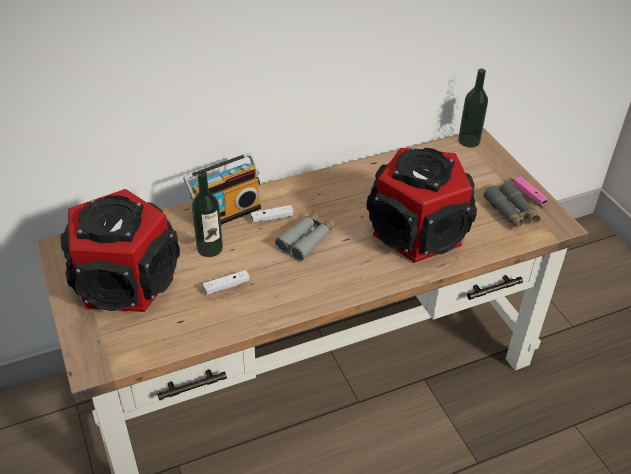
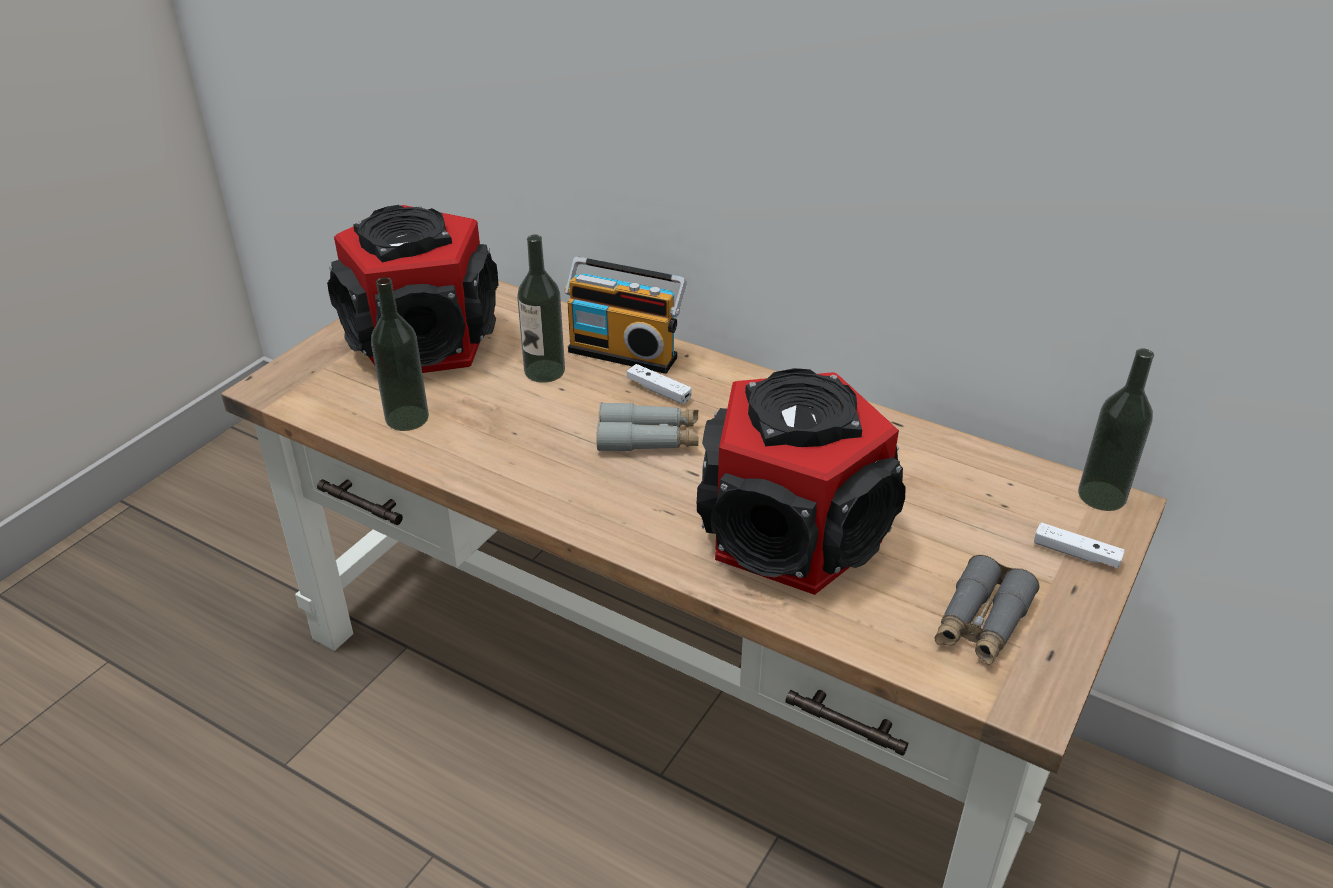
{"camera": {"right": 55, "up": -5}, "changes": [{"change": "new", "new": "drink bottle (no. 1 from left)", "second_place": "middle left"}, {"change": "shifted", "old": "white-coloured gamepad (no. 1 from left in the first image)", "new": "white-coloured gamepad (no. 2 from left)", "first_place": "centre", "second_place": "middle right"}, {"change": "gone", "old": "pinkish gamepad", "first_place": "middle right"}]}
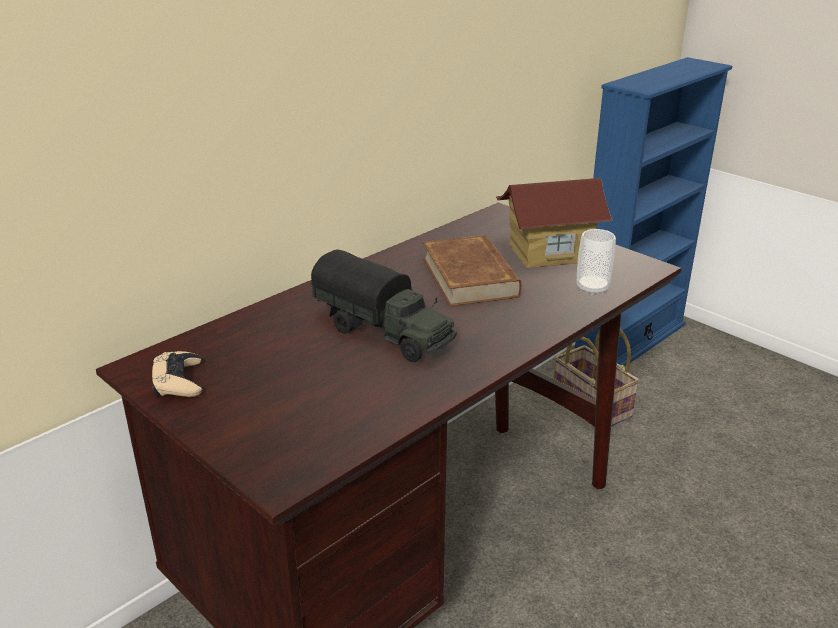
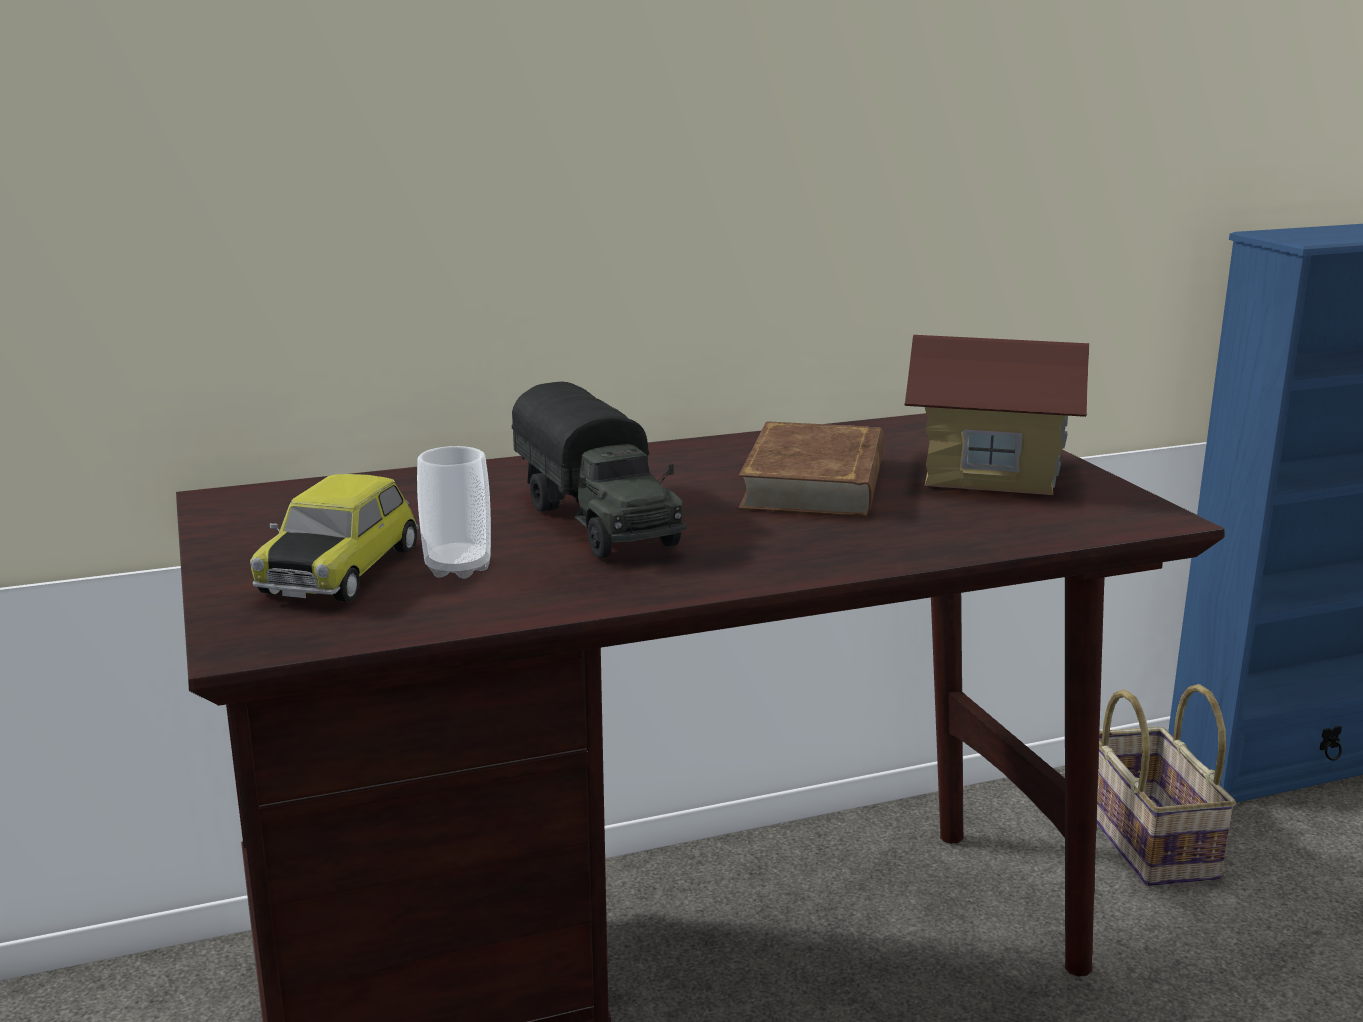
{"camera": {"right": 25, "up": -10}, "changes": [{"change": "new", "new": "miniature car", "second_place": "middle left"}, {"change": "shifted", "old": "drinking cup", "first_place": "middle right", "second_place": "middle left"}, {"change": "gone", "old": "sand-coloured gamepad", "first_place": "middle left"}]}
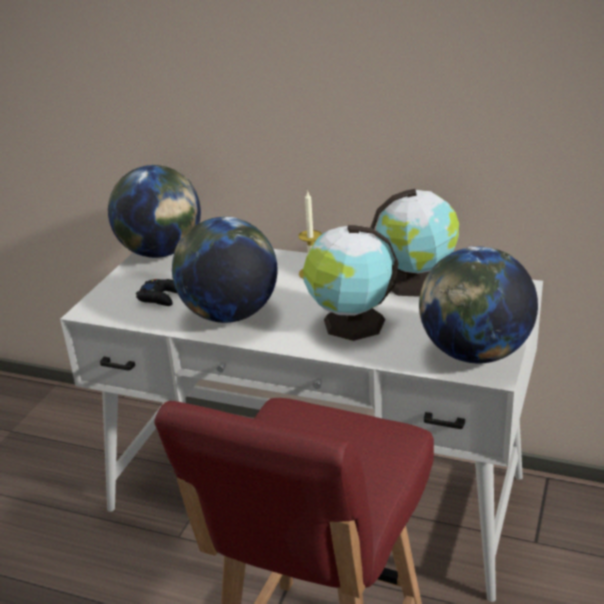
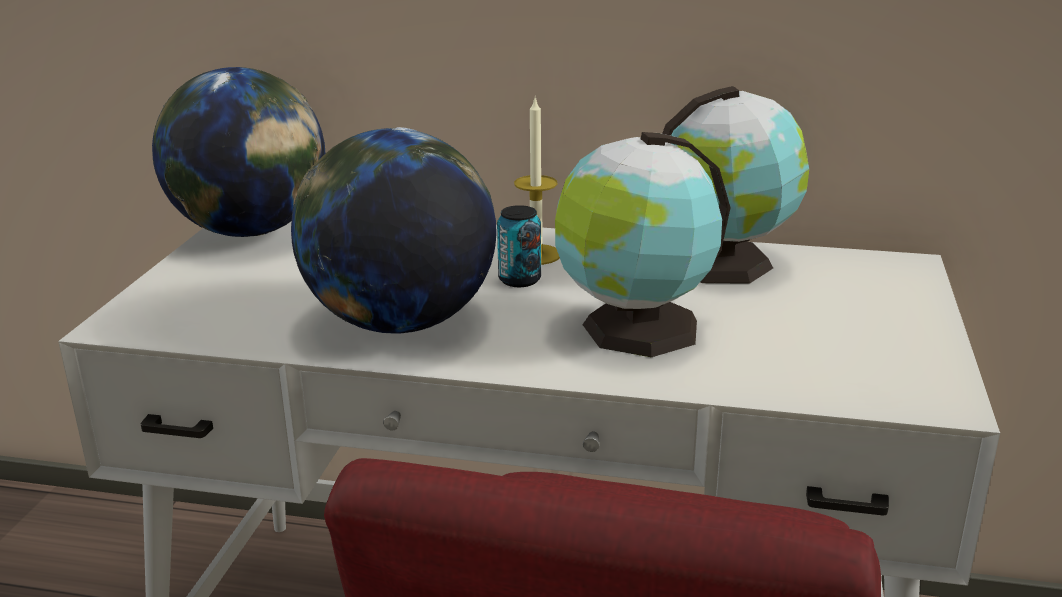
{"camera": {"right": -10, "up": -5}, "changes": [{"change": "new", "new": "can", "second_place": "centre"}, {"change": "gone", "old": "black-coloured gamepad", "first_place": "middle left"}, {"change": "gone", "old": "world globe (no. 5 from left)", "first_place": "middle right"}]}
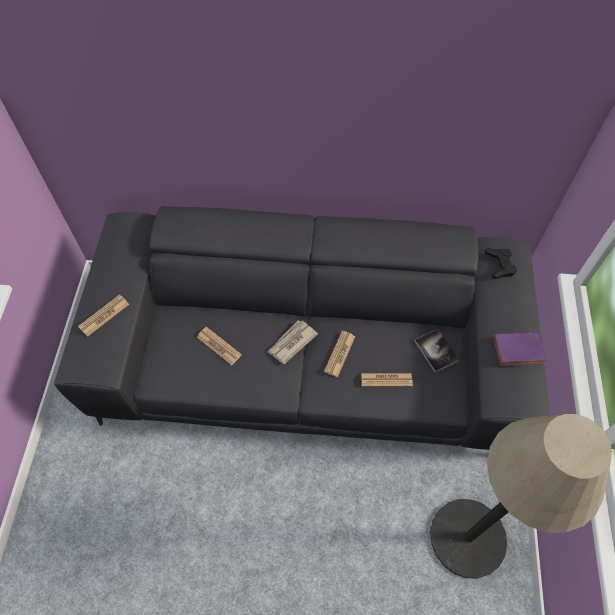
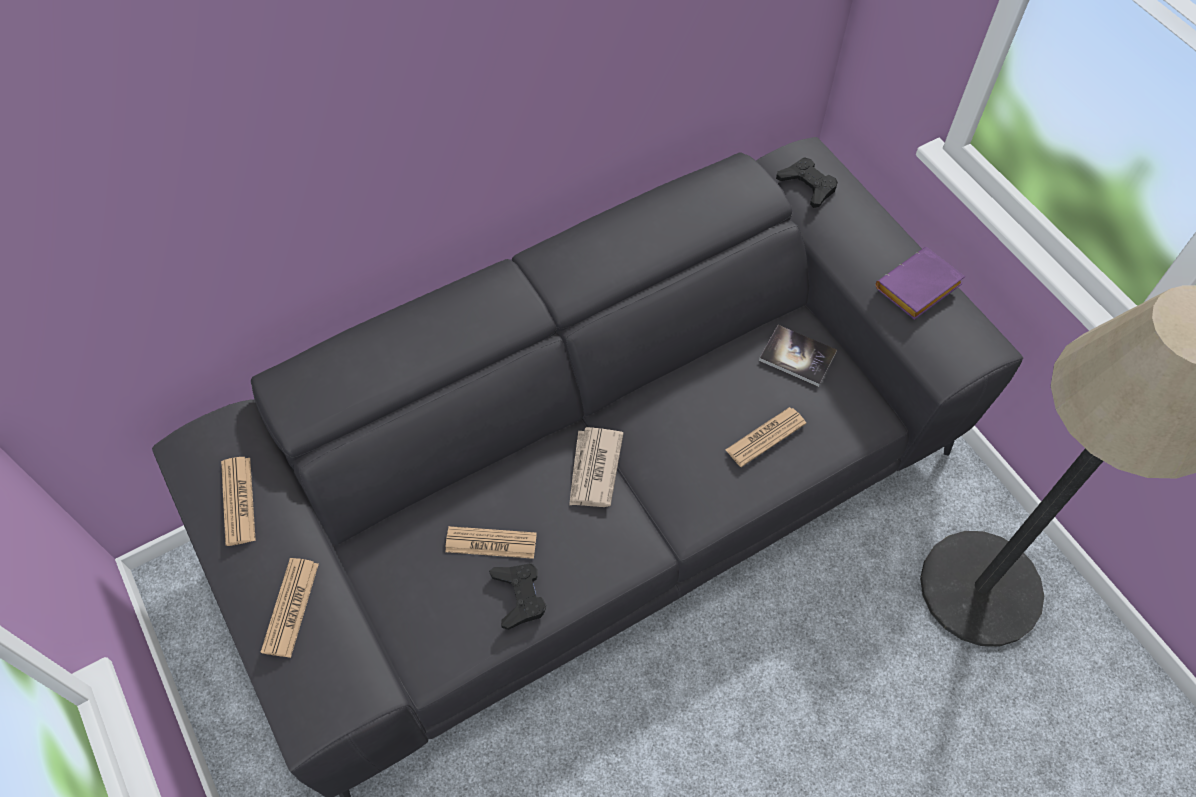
{"camera": {"right": -35, "up": 0}, "changes": [{"change": "shifted", "old": "printed paper (no. 4 from left in the first image)", "new": "printed paper (no. 1 from left)", "first_place": "centre", "second_place": "middle left"}, {"change": "new", "new": "black-coloured gamepad (no. 1 from left)", "second_place": "bottom centre"}]}
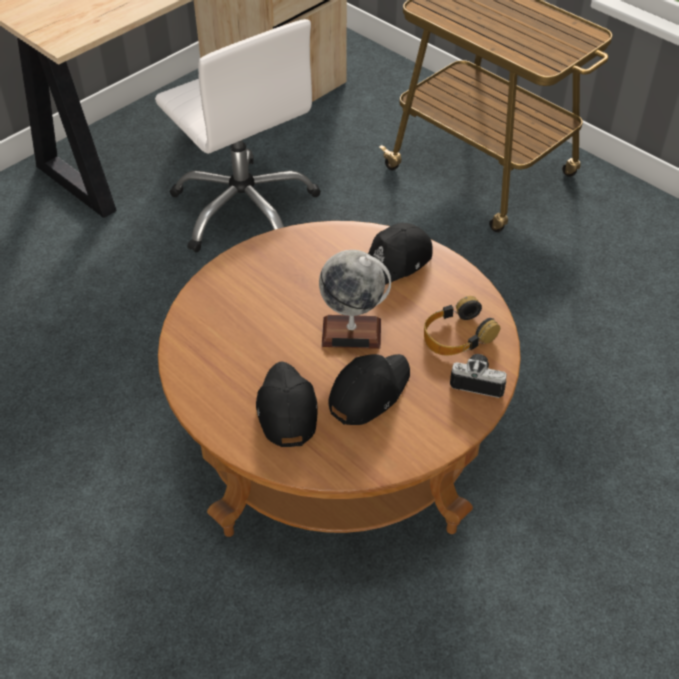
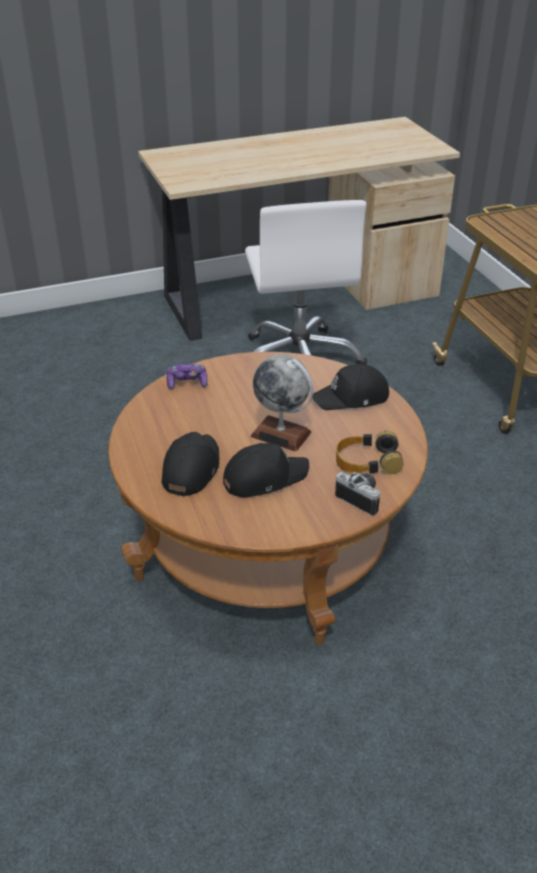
{"camera": {"right": 25, "up": -10}, "changes": [{"change": "new", "new": "gamepad", "second_place": "centre"}]}
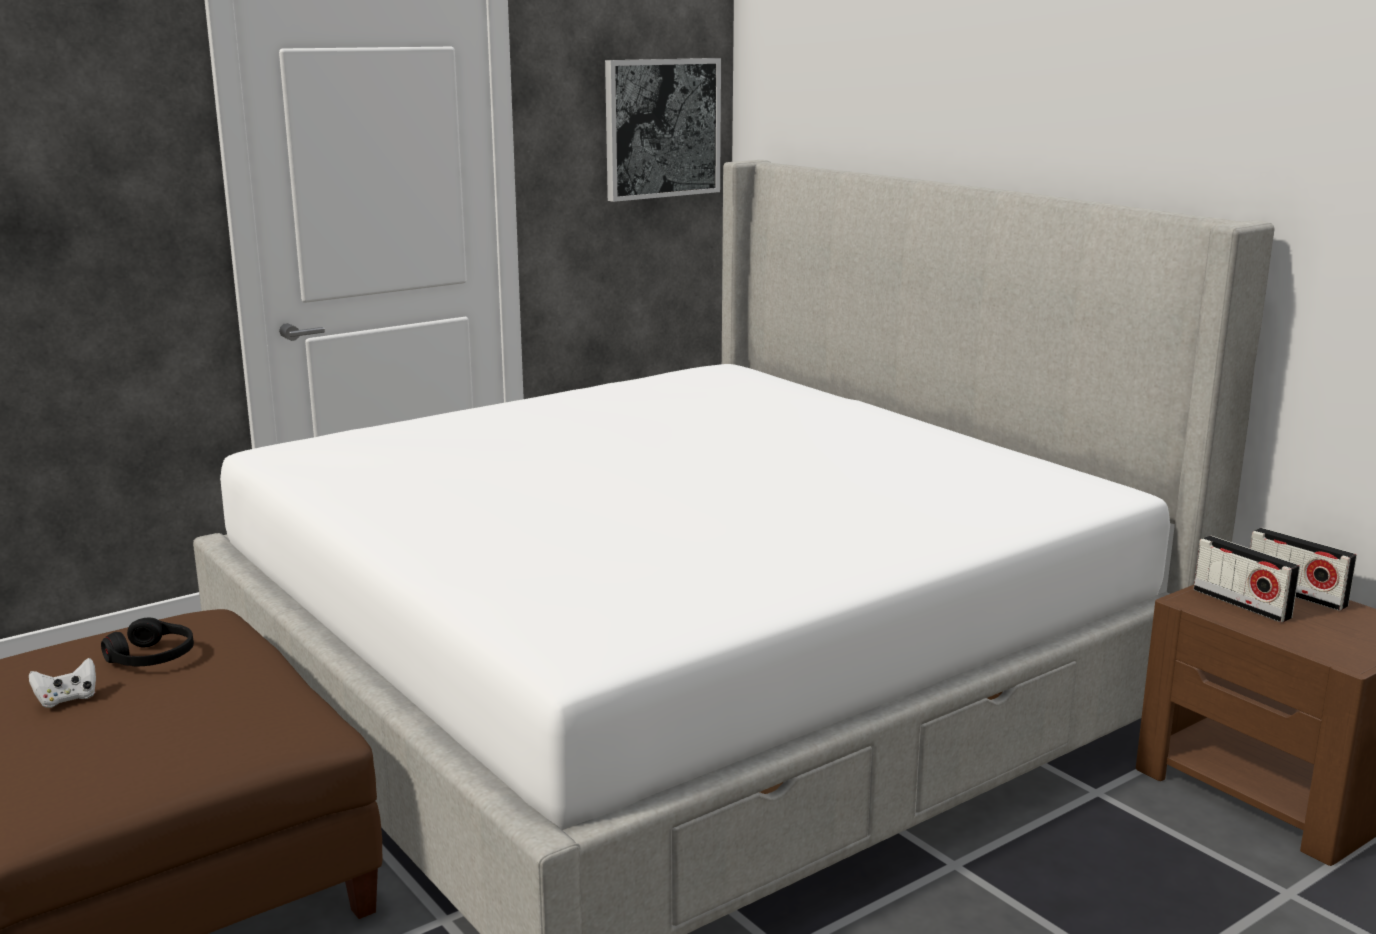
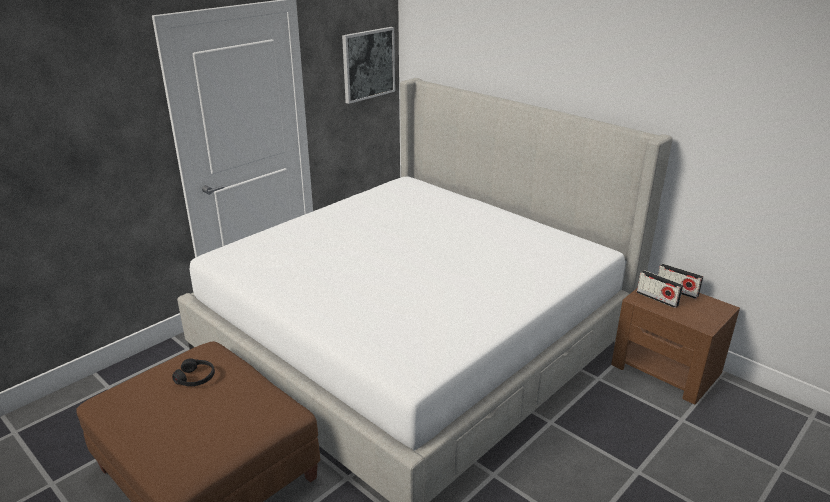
{"camera": {"right": -10, "up": 10}, "changes": [{"change": "gone", "old": "white-coloured gamepad", "first_place": "bottom left"}]}
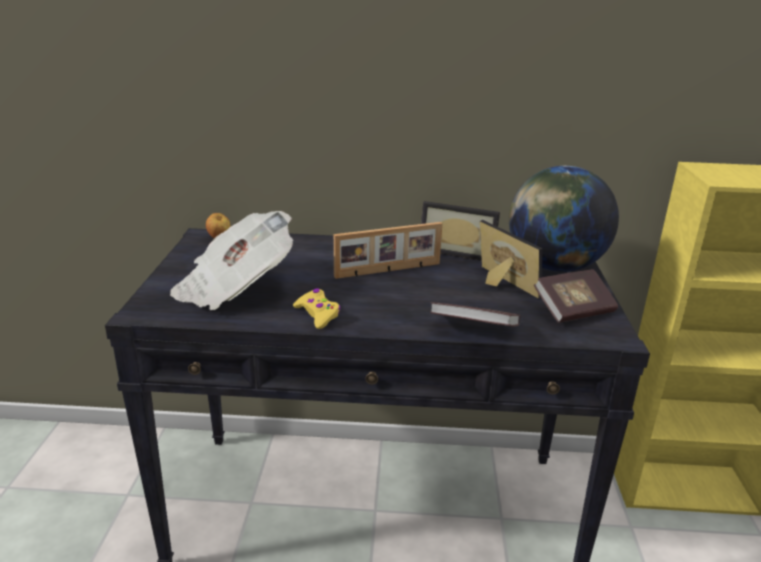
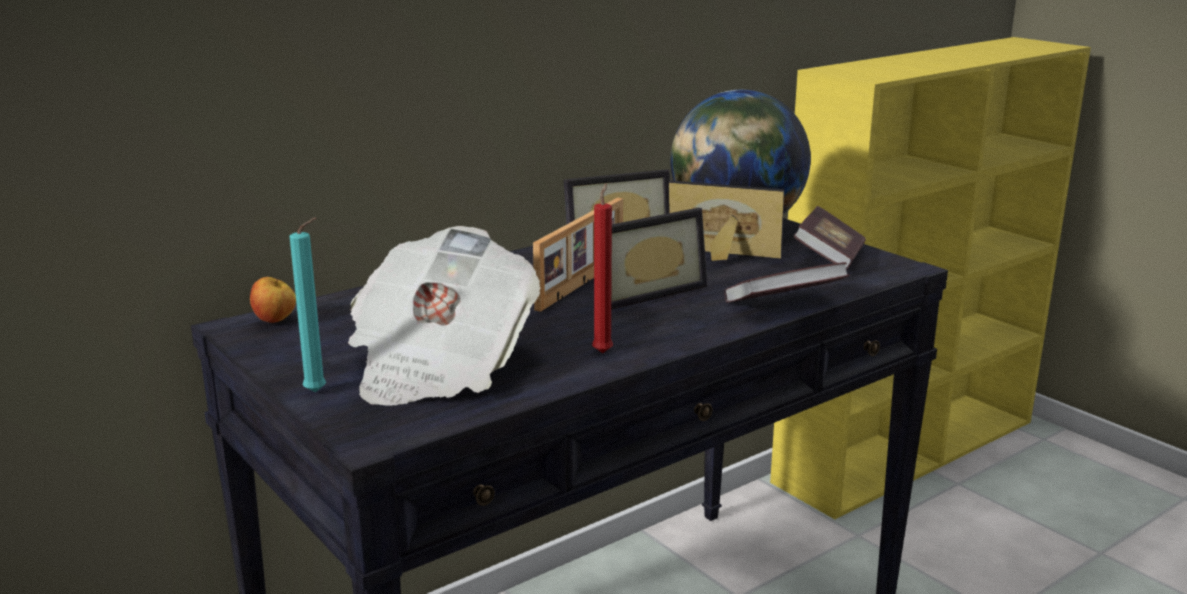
{"camera": {"right": -40, "up": -5}, "changes": [{"change": "new", "new": "blue-green wax candle", "second_place": "middle left"}, {"change": "swapped", "old": "yellow gamepad", "new": "reddish wax candle", "first_place": "centre", "second_place": "centre"}, {"change": "new", "new": "photo frame (no. 3 from left)", "second_place": "centre"}]}
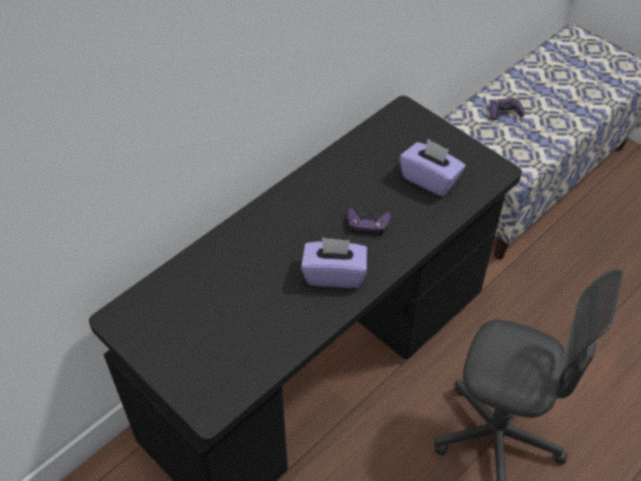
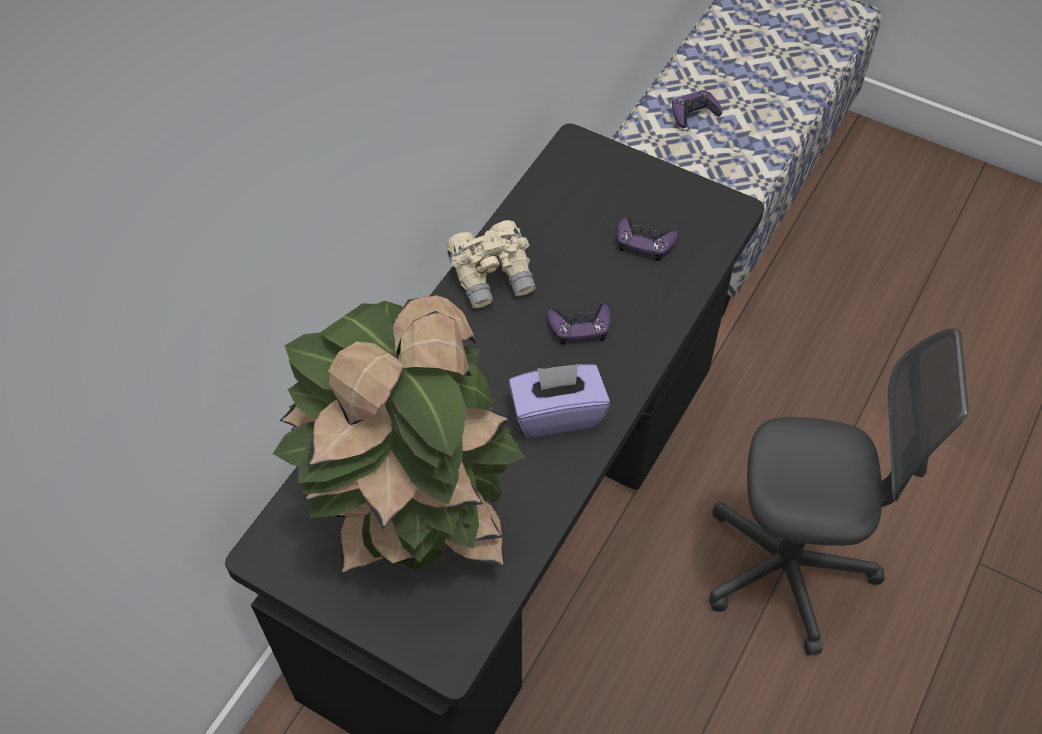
{"camera": {"right": -15, "up": 5}, "changes": [{"change": "new", "new": "plant in a pot", "second_place": "centre"}, {"change": "new", "new": "sand-coloured pair of binoculars", "second_place": "centre"}, {"change": "swapped", "old": "purple-coloured box of tissues (no. 2 from left)", "new": "purple-coloured gamepad (no. 2 from left)", "first_place": "middle right", "second_place": "top centre"}]}
